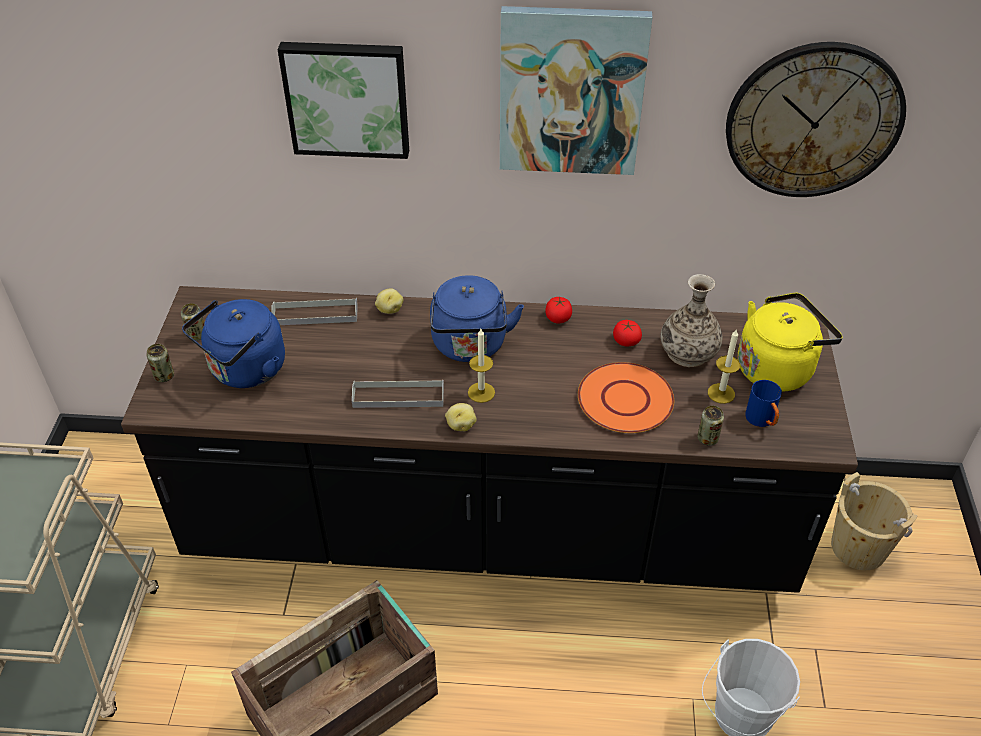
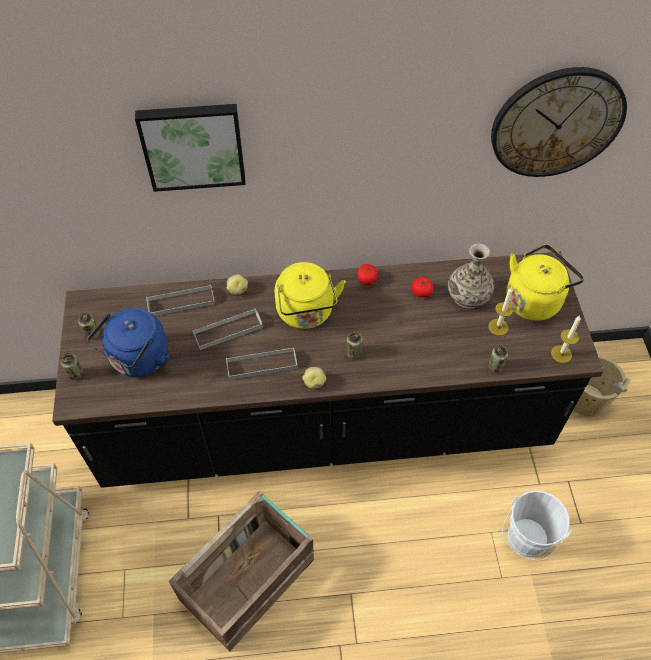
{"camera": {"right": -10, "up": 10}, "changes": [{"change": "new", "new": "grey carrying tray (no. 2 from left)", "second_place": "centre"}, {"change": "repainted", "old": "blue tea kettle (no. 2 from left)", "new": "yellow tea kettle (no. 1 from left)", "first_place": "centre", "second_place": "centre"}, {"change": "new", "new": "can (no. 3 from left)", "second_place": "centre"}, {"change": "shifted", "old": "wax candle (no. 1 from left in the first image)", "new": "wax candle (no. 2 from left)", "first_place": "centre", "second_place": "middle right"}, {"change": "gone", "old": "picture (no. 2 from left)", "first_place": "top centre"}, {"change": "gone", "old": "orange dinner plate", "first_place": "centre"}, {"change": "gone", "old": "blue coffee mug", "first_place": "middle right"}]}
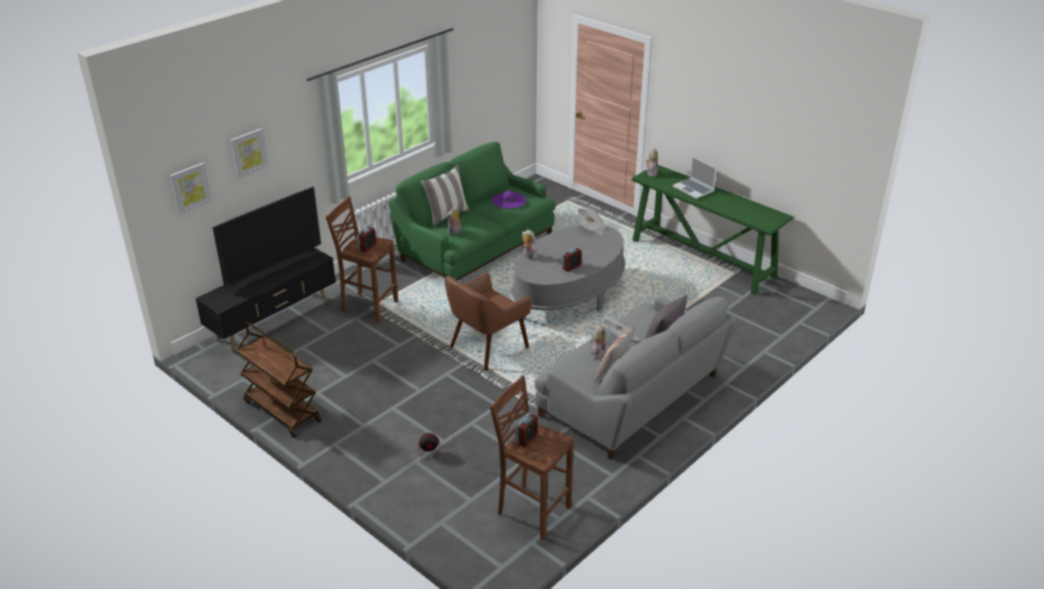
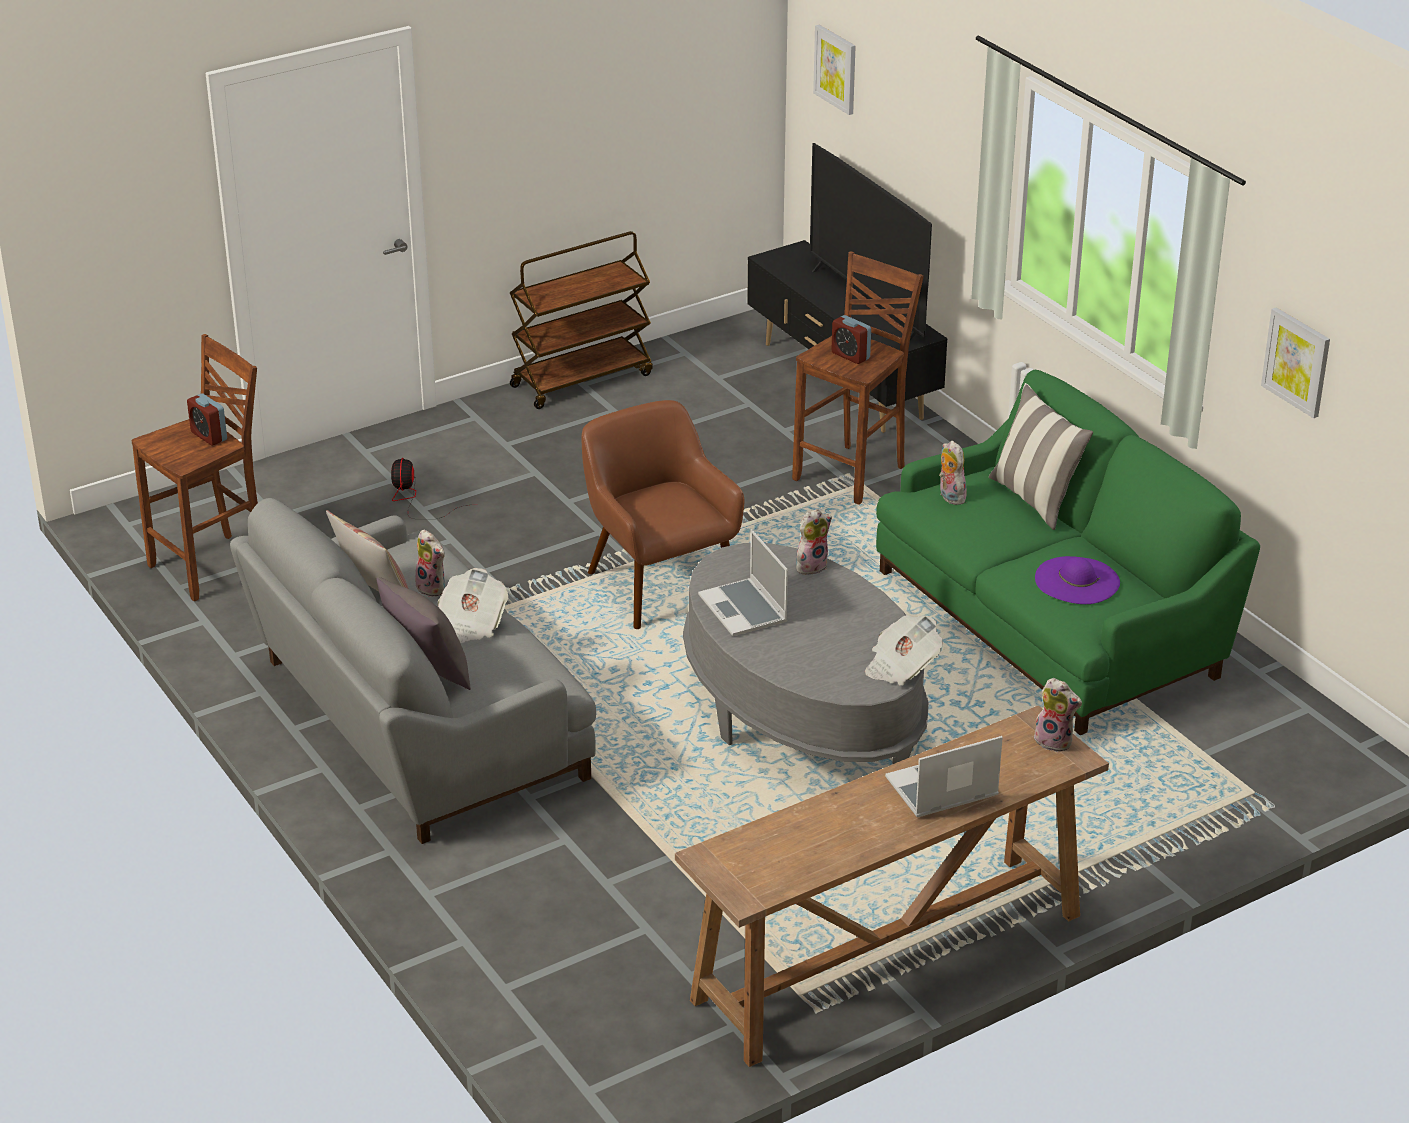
{"camera": {"right": 105, "up": 0}, "changes": [{"change": "repainted", "old": "green-coloured narrow table", "new": "brown-coloured narrow table", "first_place": "middle right", "second_place": "bottom centre"}, {"change": "swapped", "old": "bedside clock (no. 3 from left)", "new": "notebook computer (no. 1 from left)", "first_place": "centre", "second_place": "centre"}, {"change": "shifted", "old": "picture (no. 2 from left)", "first_place": "top left", "second_place": "top right"}]}
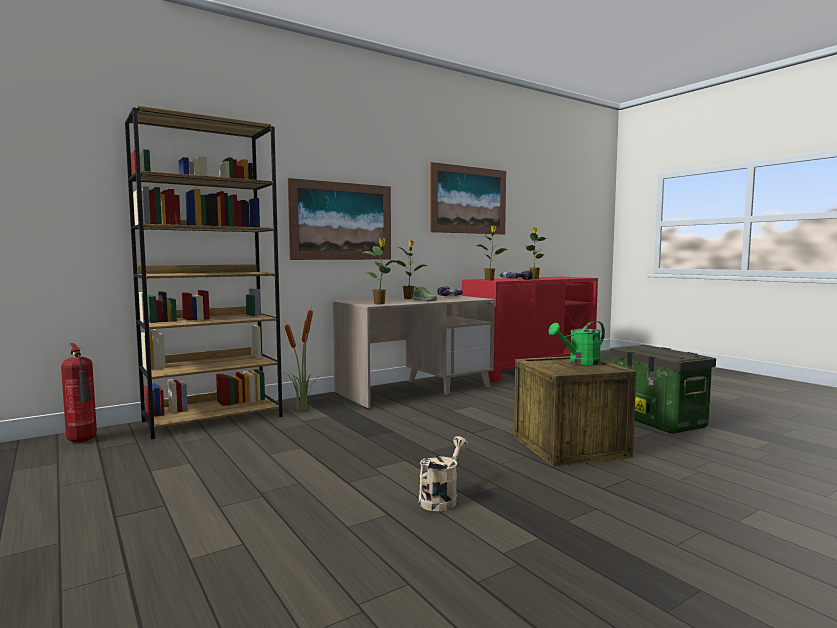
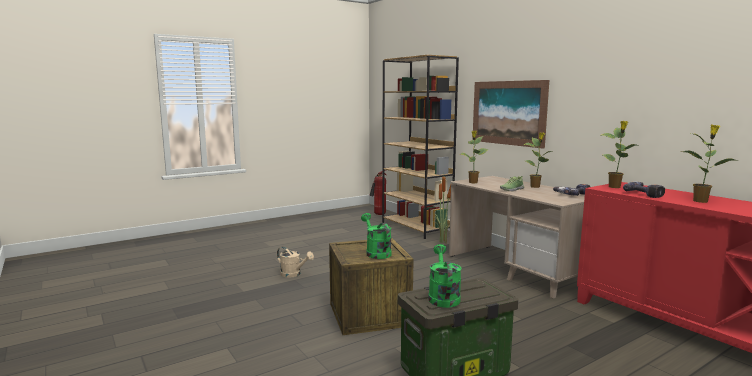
{"camera": {"right": 90, "up": 5}, "changes": [{"change": "new", "new": "green-coloured watering can (no. 2 from left)", "second_place": "bottom centre"}, {"change": "gone", "old": "picture (no. 2 from left)", "first_place": "top centre"}]}
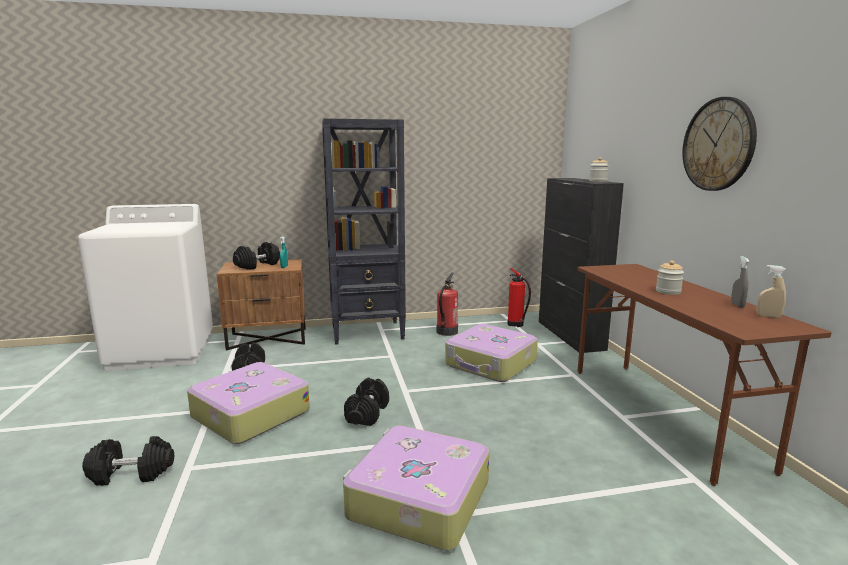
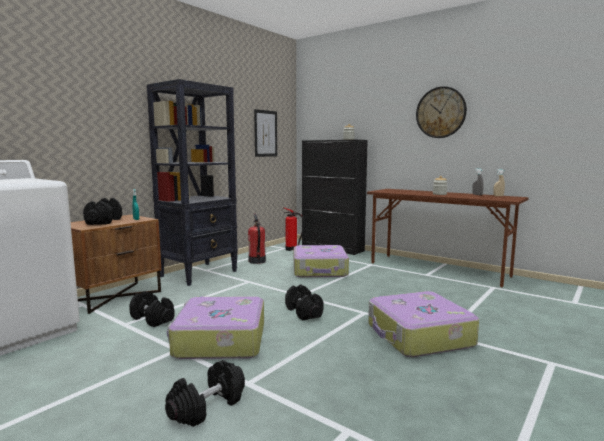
{"camera": {"right": -40, "up": -5}, "changes": [{"change": "new", "new": "picture", "second_place": "top centre"}]}
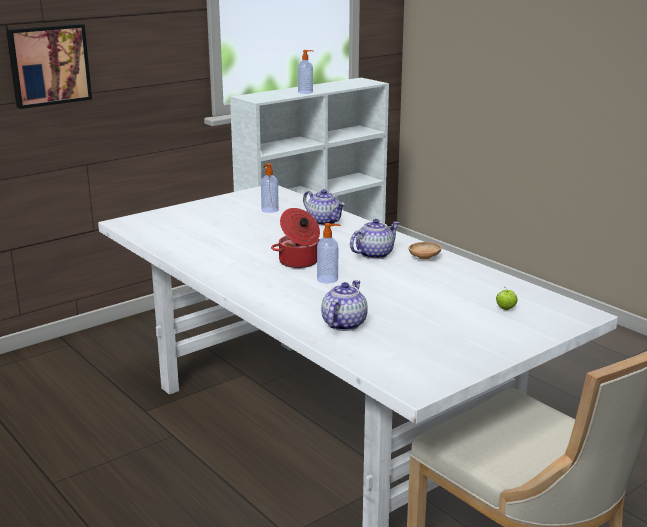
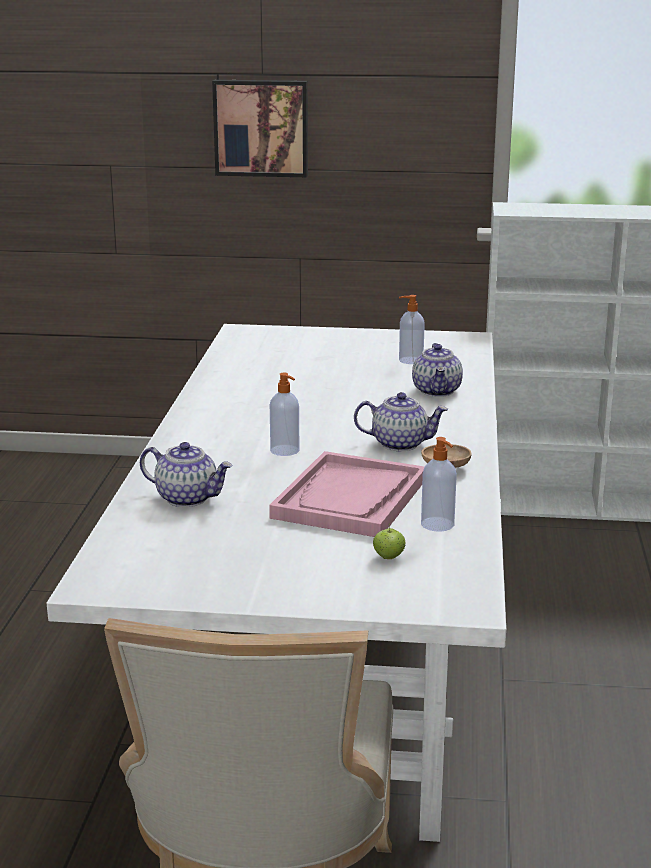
{"camera": {"right": 45, "up": 0}, "changes": [{"change": "rotated", "old": "teapot (no. 2 from left in the first image)", "first_place": "centre", "second_place": "middle left", "degrees": 45}, {"change": "new", "new": "pinkish carrying tray", "second_place": "centre"}, {"change": "shifted", "old": "soap bottle (no. 2 from left in the first image)", "new": "soap bottle (no. 3 from left)", "first_place": "top centre", "second_place": "middle right"}, {"change": "gone", "old": "stockpot", "first_place": "centre"}]}
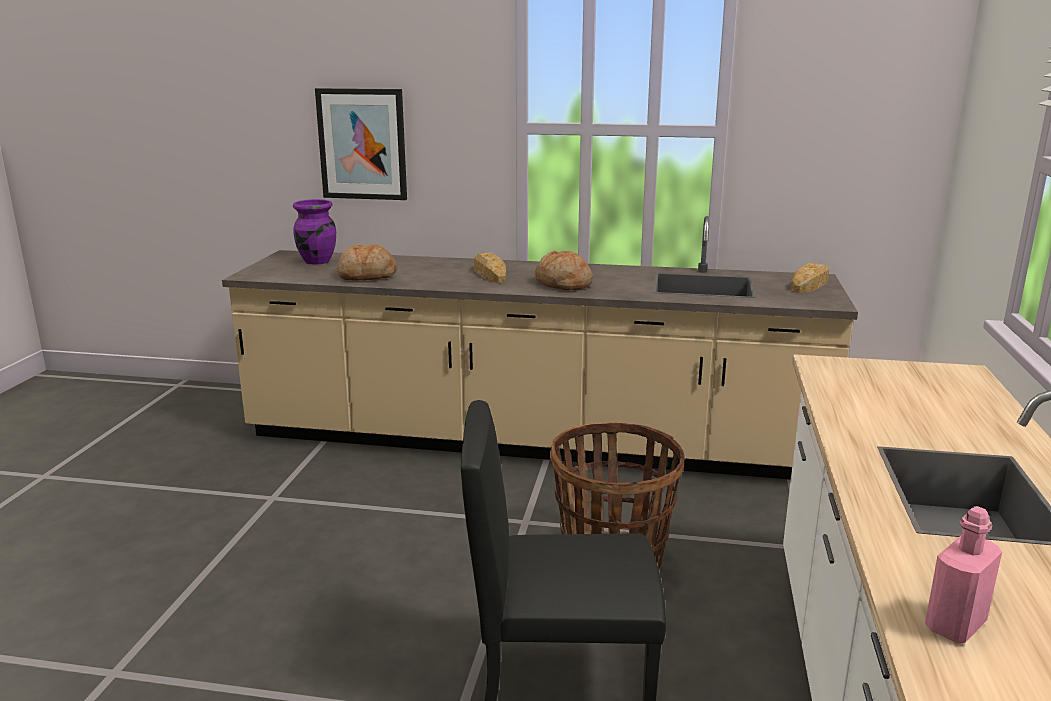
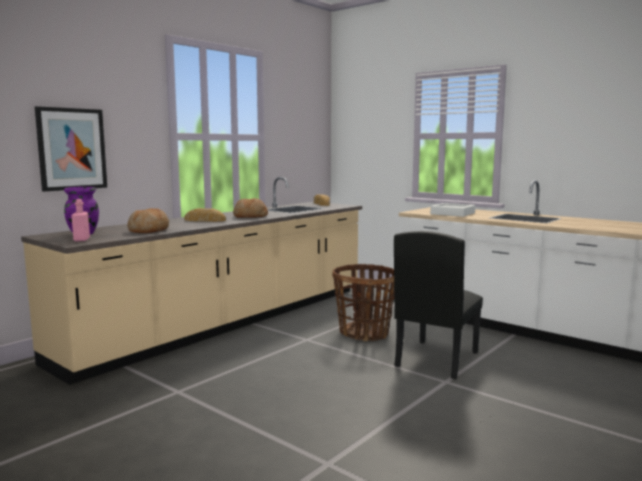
{"camera": {"right": -60, "up": -10}, "changes": [{"change": "shifted", "old": "pinkish drink bottle", "first_place": "bottom right", "second_place": "middle left"}, {"change": "new", "new": "white-coloured carrying tray", "second_place": "middle right"}]}
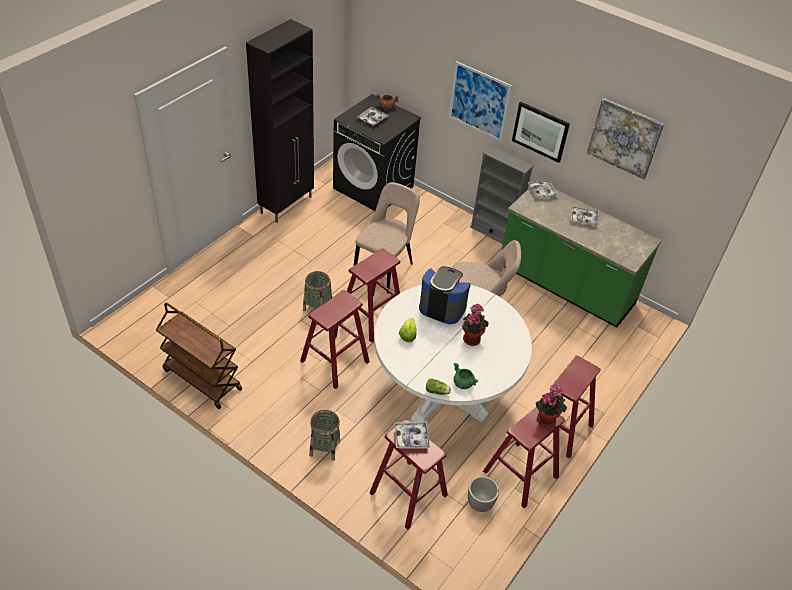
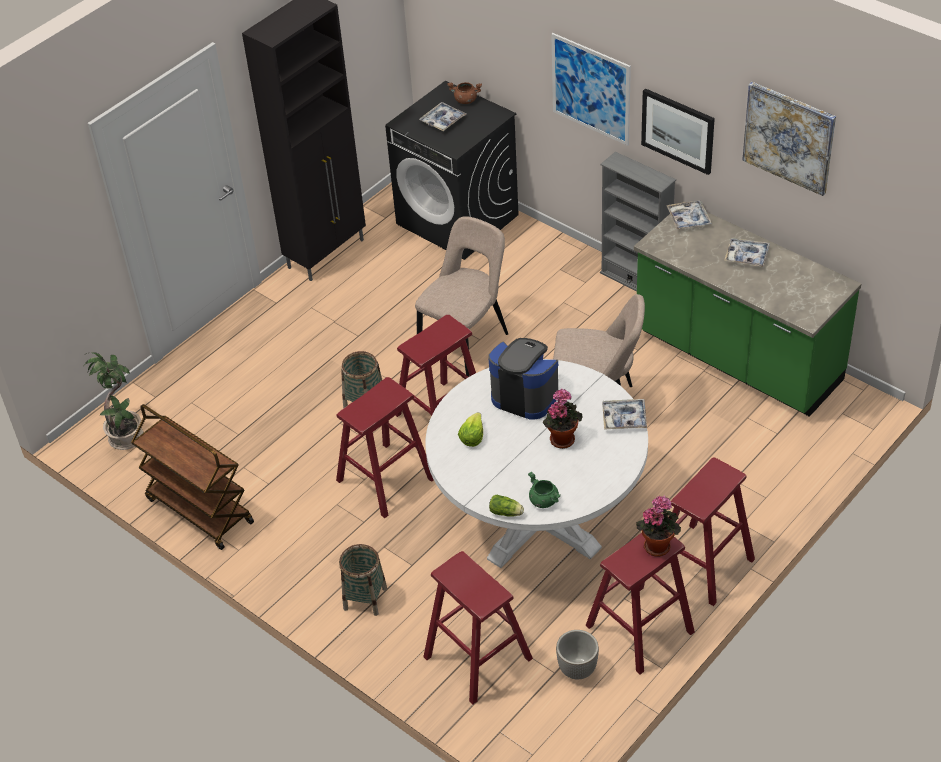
{"camera": {"right": 10, "up": 0}, "changes": [{"change": "new", "new": "plant in a pot (no. 1 from left)", "second_place": "middle left"}, {"change": "shifted", "old": "carrying tray (no. 2 from left)", "first_place": "bottom centre", "second_place": "centre"}]}
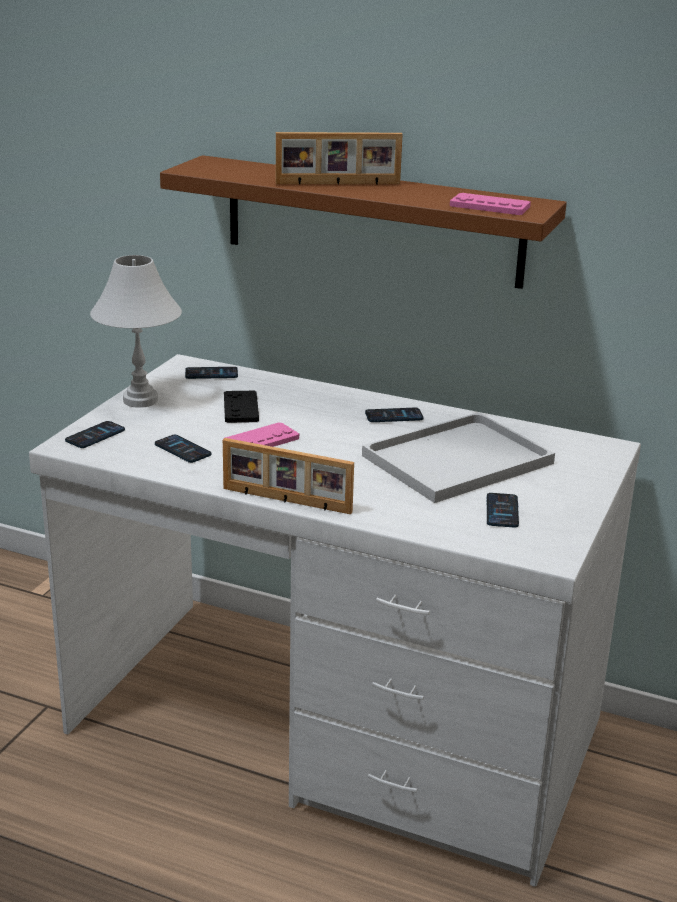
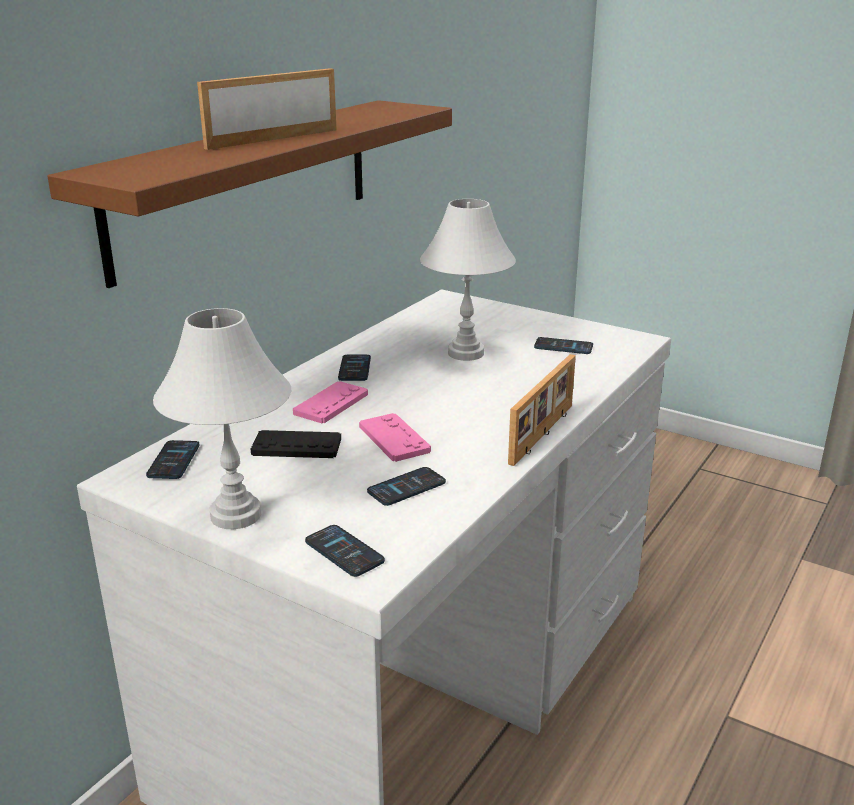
{"camera": {"right": -80, "up": 0}, "changes": [{"change": "rotated", "old": "photo frame (no. 2 from left in the first image)", "first_place": "top centre", "second_place": "top left", "degrees": -135}, {"change": "shifted", "old": "pinkish gamepad (no. 2 from left in the first image)", "new": "pinkish gamepad (no. 1 from left)", "first_place": "top right", "second_place": "centre"}, {"change": "swapped", "old": "white-coloured carrying tray", "new": "white-coloured lamp for a table (no. 2 from left)", "first_place": "middle right", "second_place": "centre"}]}
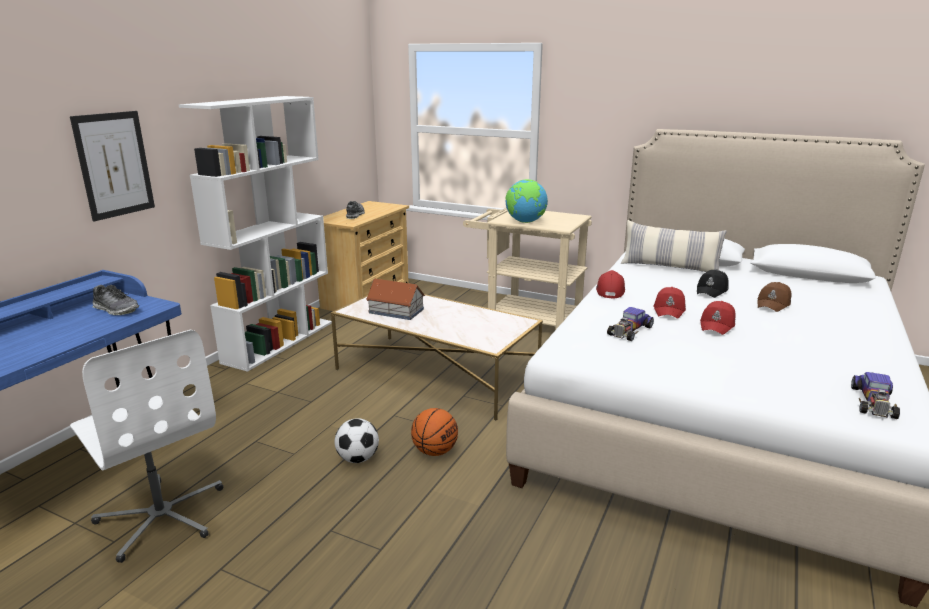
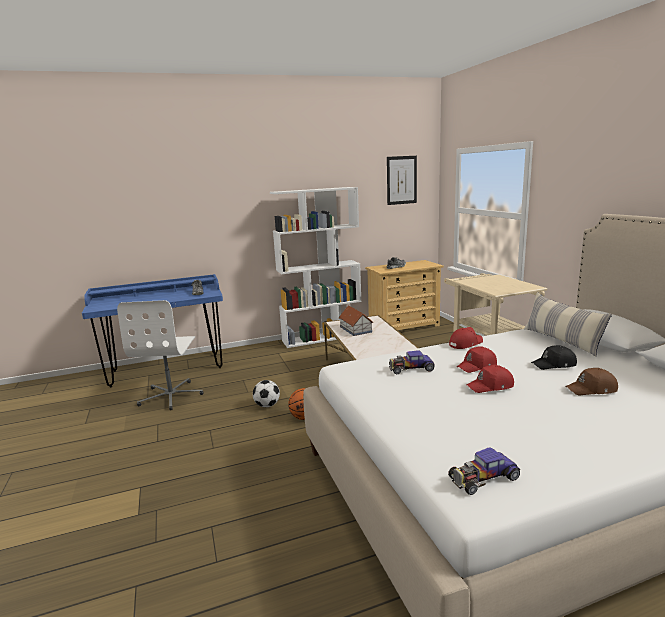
{"camera": {"right": 45, "up": -5}, "changes": [{"change": "shifted", "old": "picture", "first_place": "top left", "second_place": "top centre"}, {"change": "gone", "old": "world globe", "first_place": "top centre"}]}
